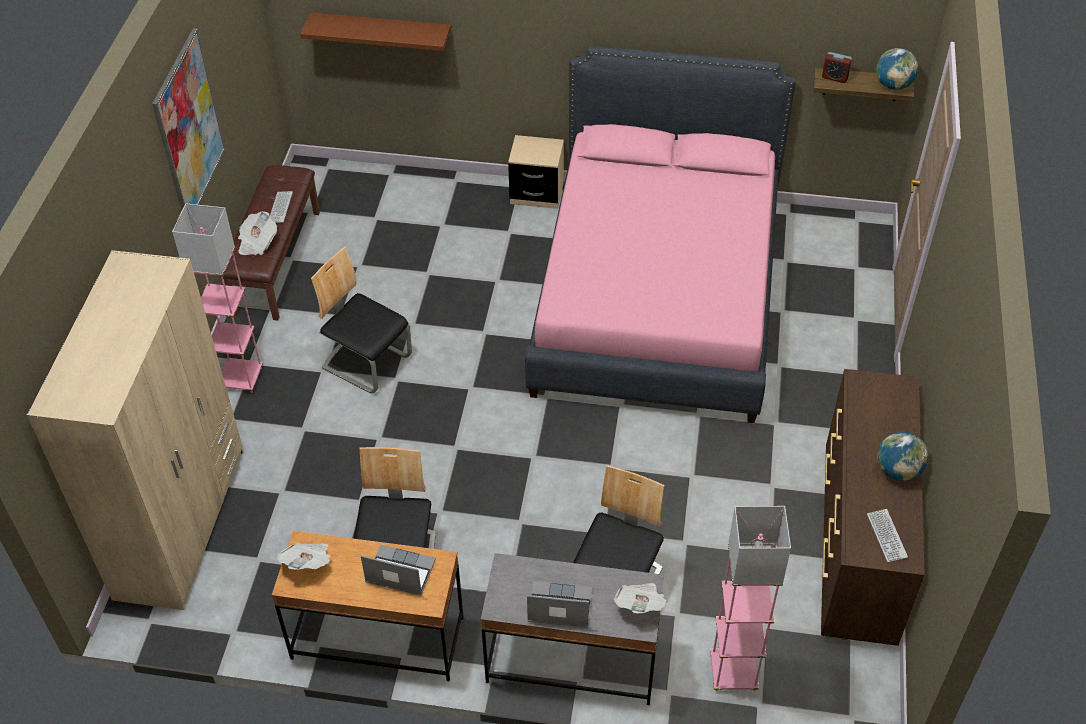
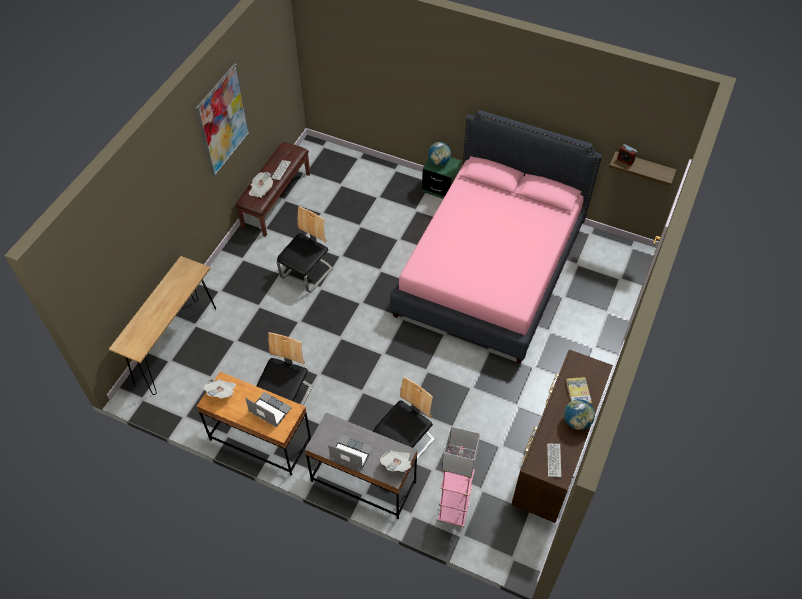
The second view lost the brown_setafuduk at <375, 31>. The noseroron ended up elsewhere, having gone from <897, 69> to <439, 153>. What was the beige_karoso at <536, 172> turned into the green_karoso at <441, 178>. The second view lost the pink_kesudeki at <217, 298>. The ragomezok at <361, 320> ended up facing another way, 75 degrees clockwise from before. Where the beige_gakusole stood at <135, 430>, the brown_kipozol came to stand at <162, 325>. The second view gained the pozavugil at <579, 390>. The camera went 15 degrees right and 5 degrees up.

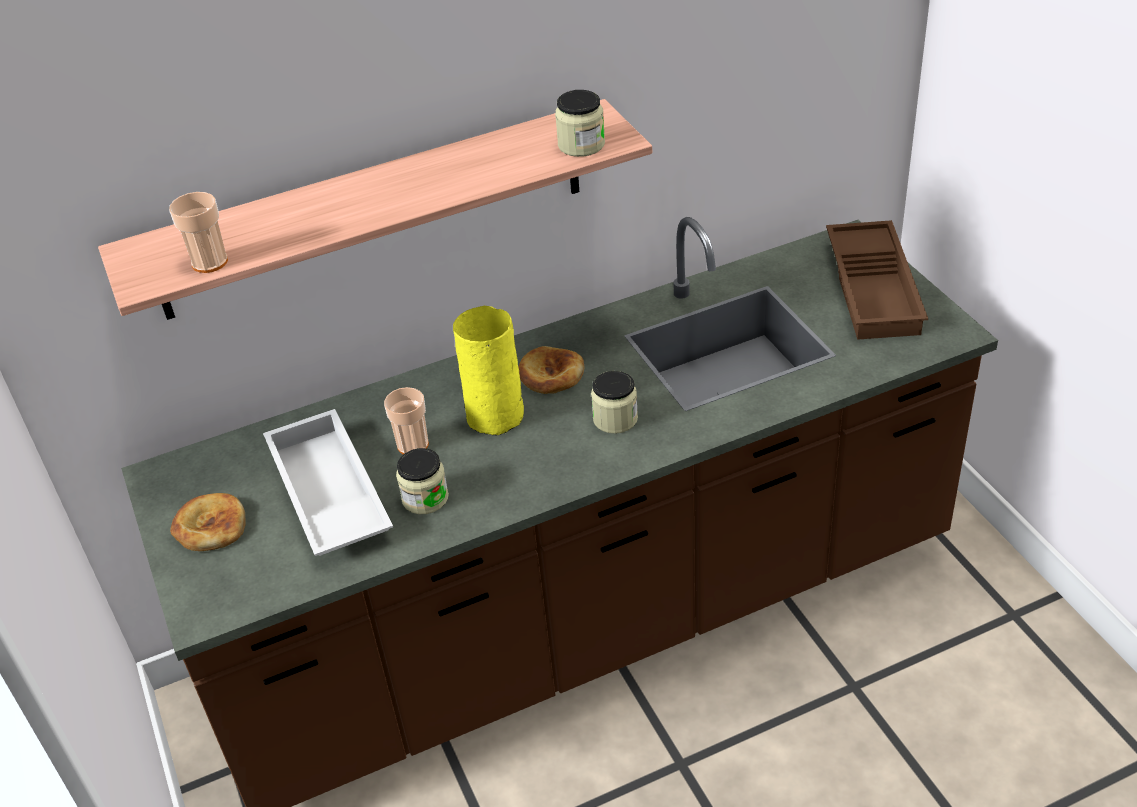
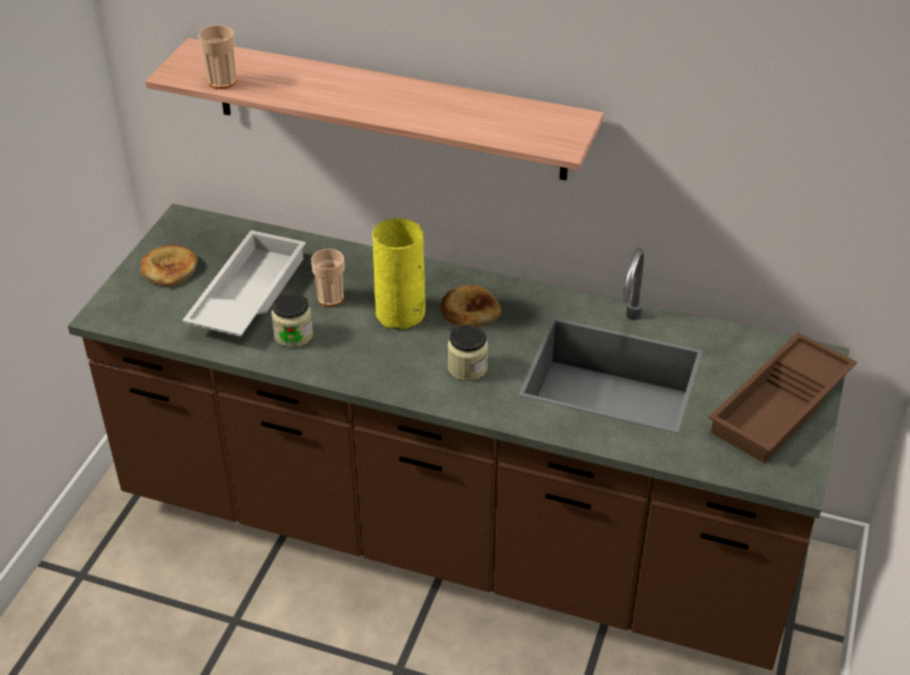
The second view lost the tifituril at <580, 123>. The camera went 40 degrees right and 0 degrees up.

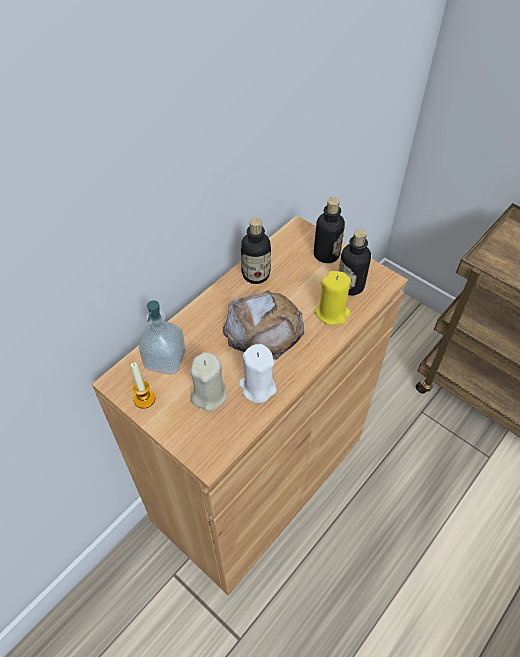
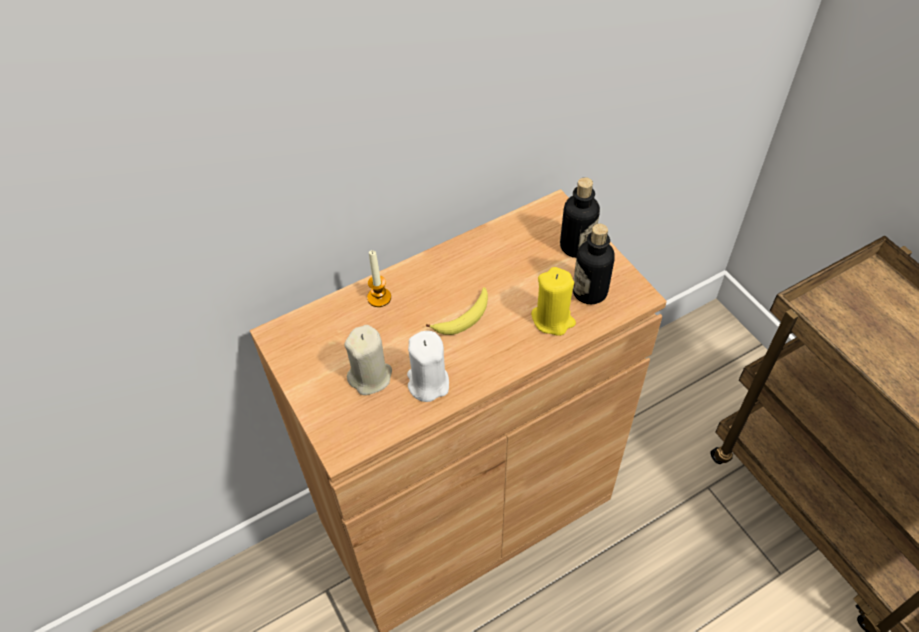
The second view lost the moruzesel at <256, 251>. Where the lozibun stood at <263, 325>, the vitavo came to stand at <457, 311>. The second view lost the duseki at <162, 337>. The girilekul ended up elsewhere, having gone from <143, 386> to <379, 278>. The camera went 20 degrees right and 0 degrees up.

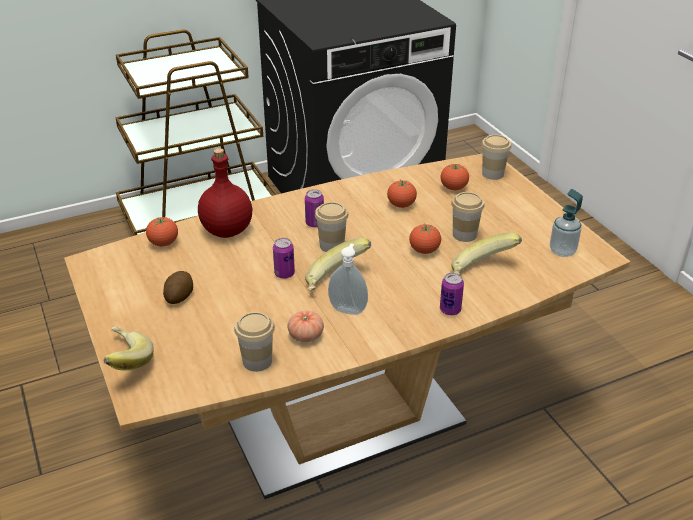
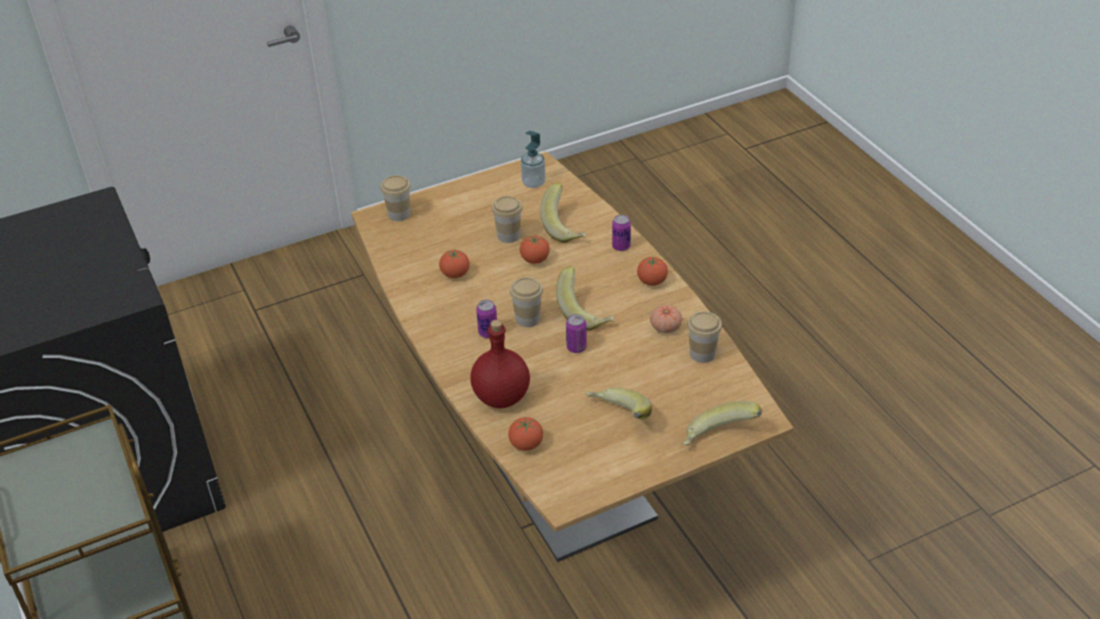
The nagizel ended up elsewhere, having gone from <455, 177> to <652, 271>. The second view lost the duseki at <348, 279>. Where the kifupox stood at <178, 287>, the vitavo came to stand at <619, 403>. The camera went 90 degrees left and 5 degrees up.

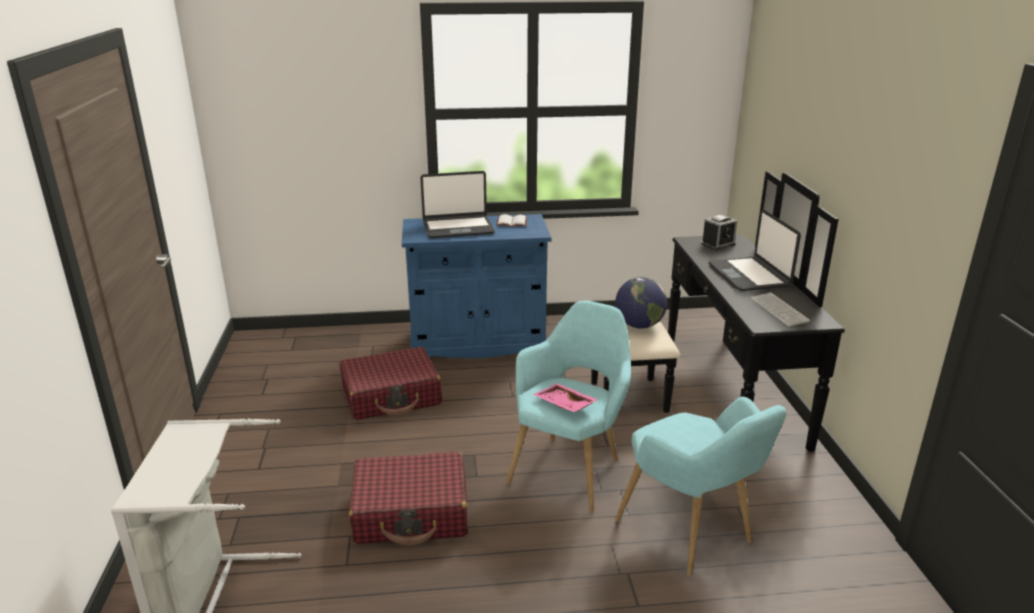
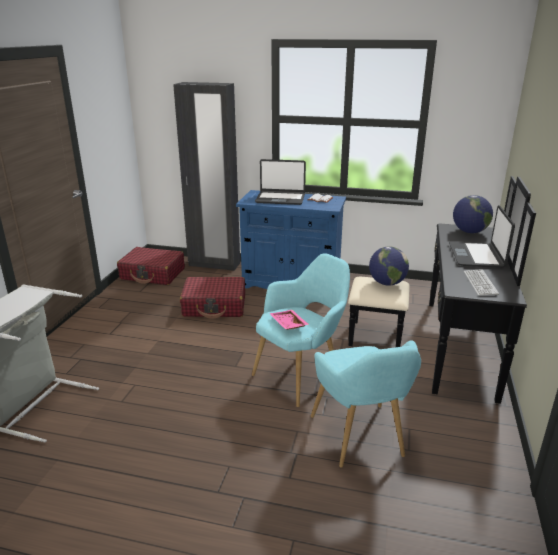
Where the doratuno stood at <719, 232>, the noseroron came to stand at <473, 214>. The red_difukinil ended up elsewhere, having gone from <408, 498> to <151, 266>. The second view gained the black_gakusole at <206, 176>. The camera went 20 degrees right and 0 degrees up.

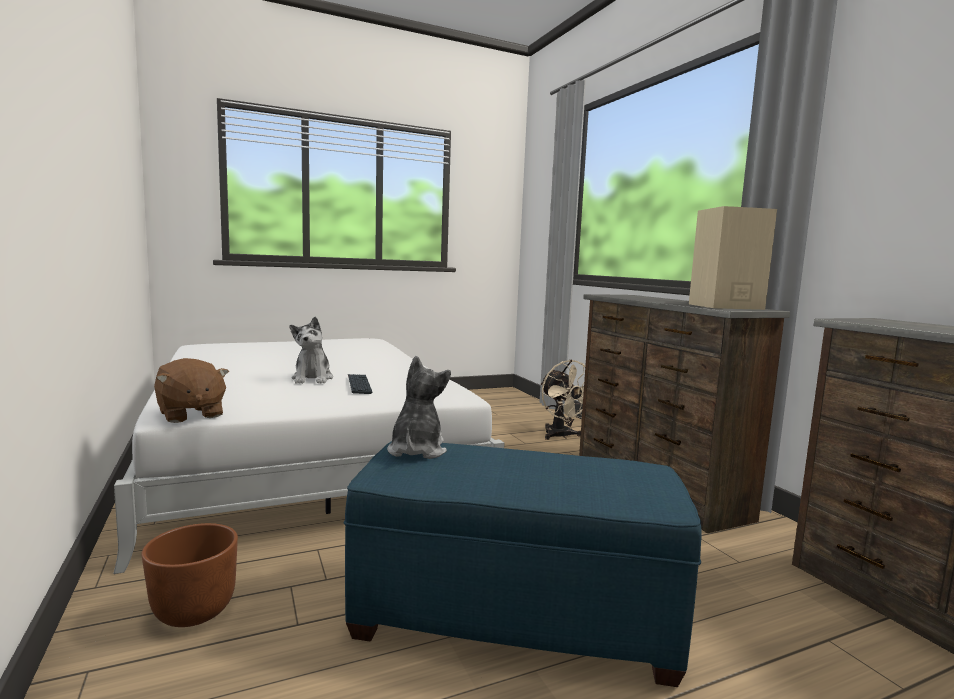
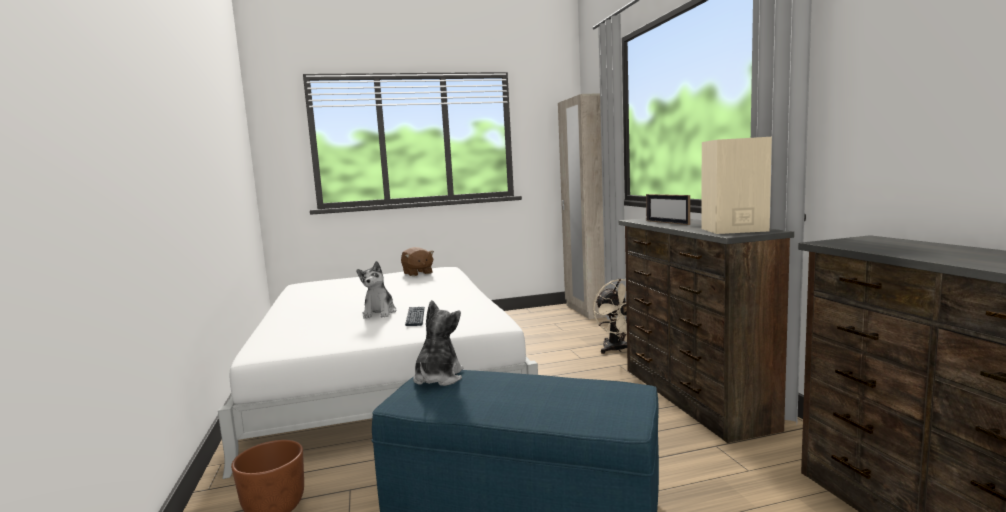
The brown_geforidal ended up elsewhere, having gone from <191, 390> to <417, 261>. The second view gained the beige_gakusole at <582, 206>. The second view gained the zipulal at <668, 209>. The camera went 10 degrees right and 0 degrees up.

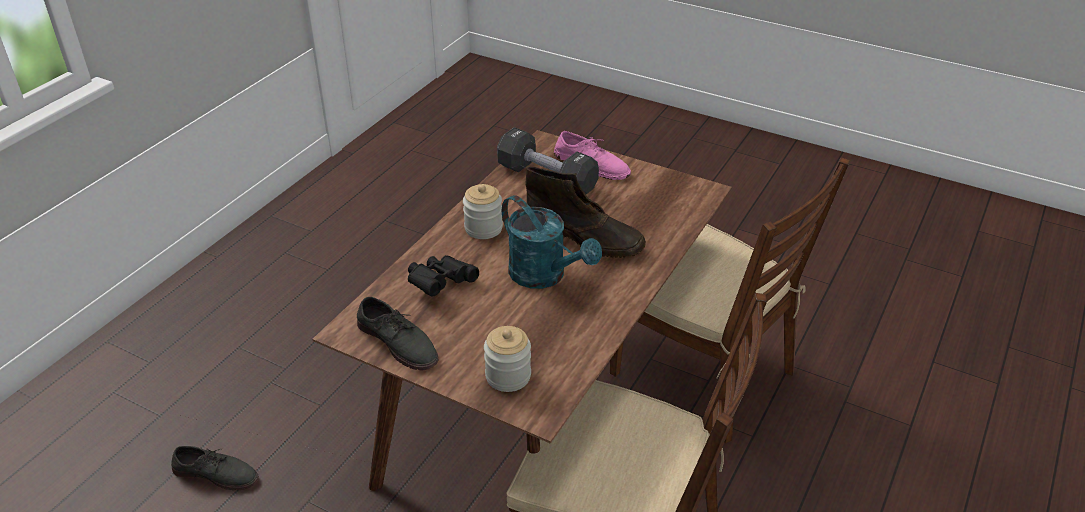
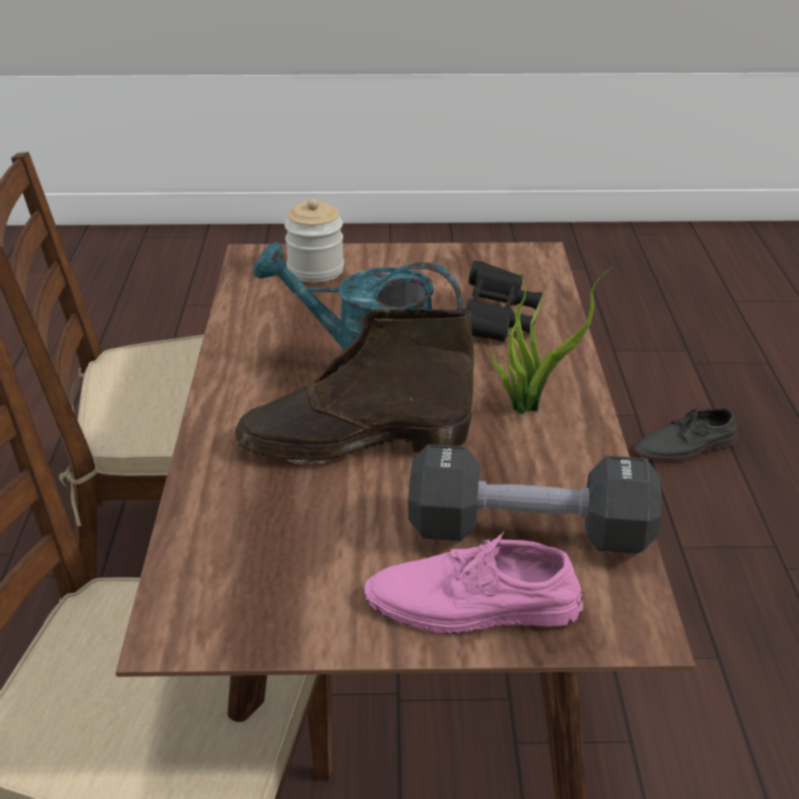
Where the tifituril stood at <483, 211>, the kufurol came to stand at <551, 340>. The second view lost the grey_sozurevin at <397, 333>. The camera went 150 degrees right and 5 degrees down.

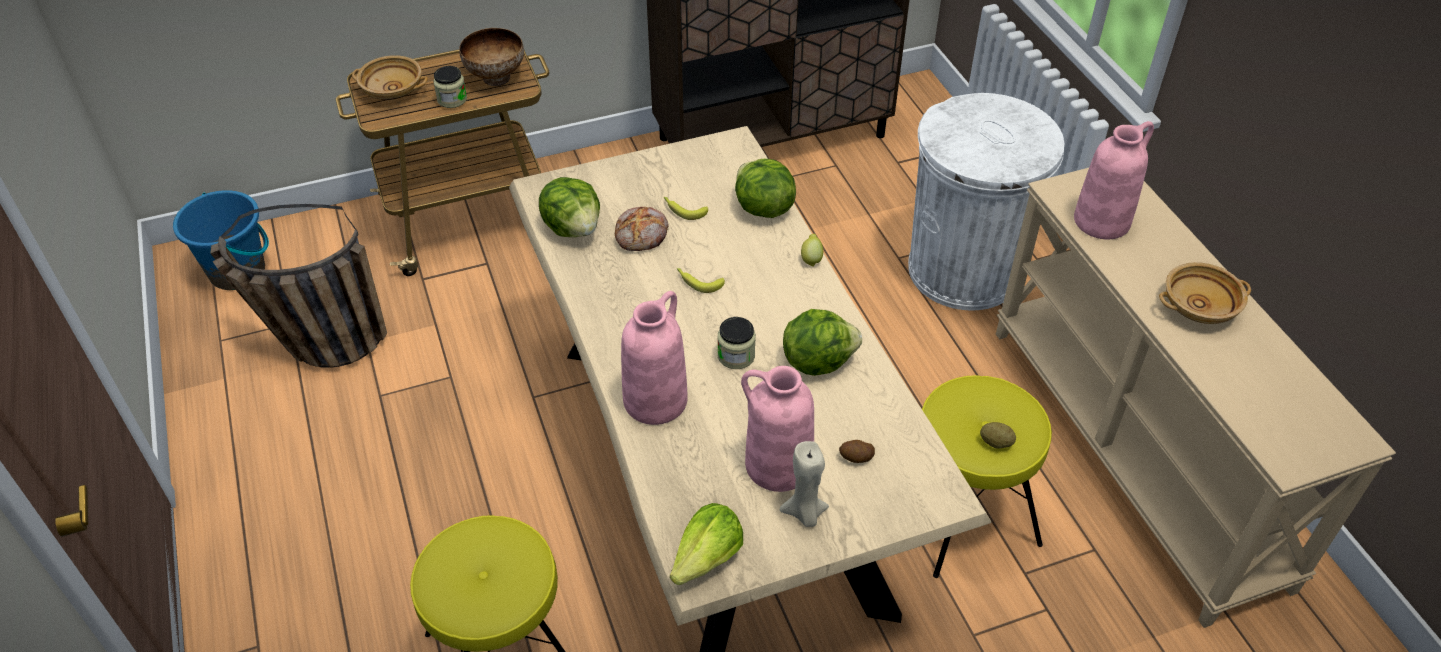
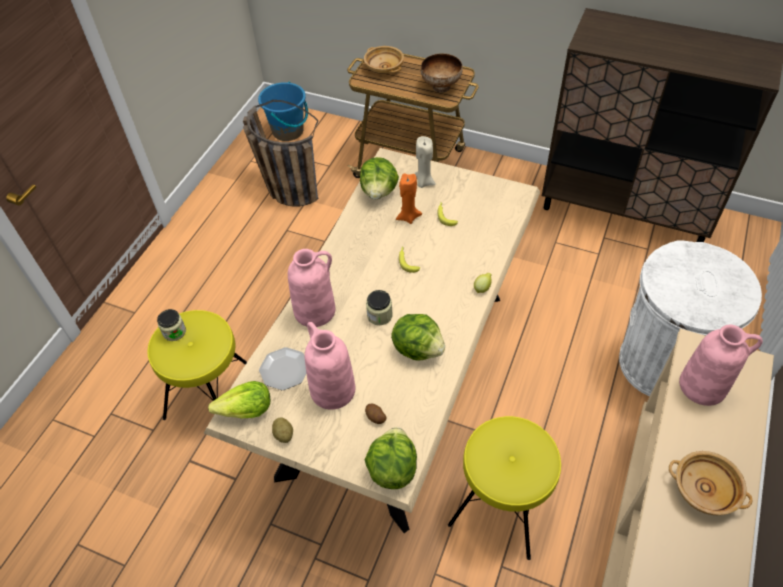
The tifituril ended up elsewhere, having gone from <450, 87> to <171, 325>. The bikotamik ended up elsewhere, having gone from <765, 188> to <391, 458>. Where the lozibun stood at <642, 229>, the orange_girilekul came to stand at <409, 198>. The kifupox ended up elsewhere, having gone from <998, 435> to <282, 430>. The beige_girilekul ended up elsewhere, having gone from <804, 484> to <425, 162>. The second view gained the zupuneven at <283, 368>. The camera went 45 degrees right and 5 degrees up.

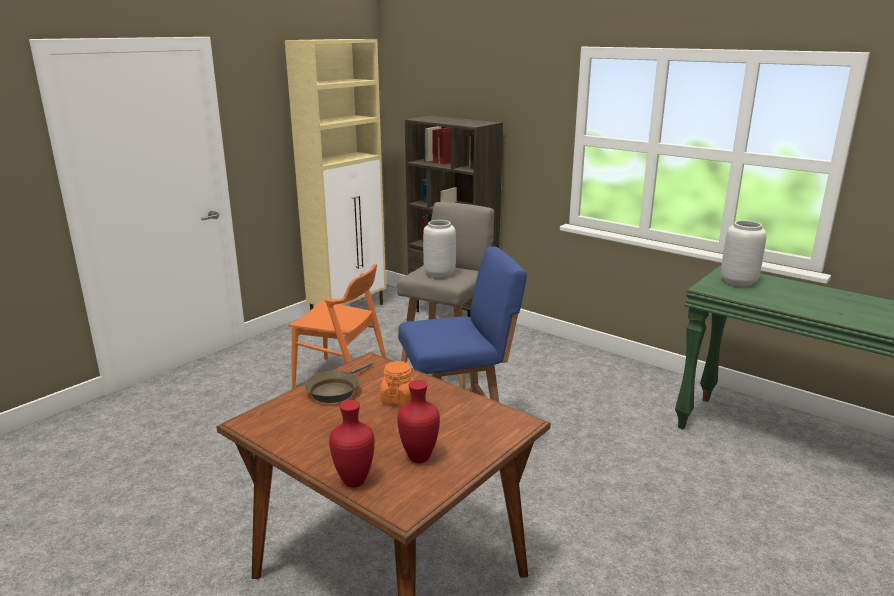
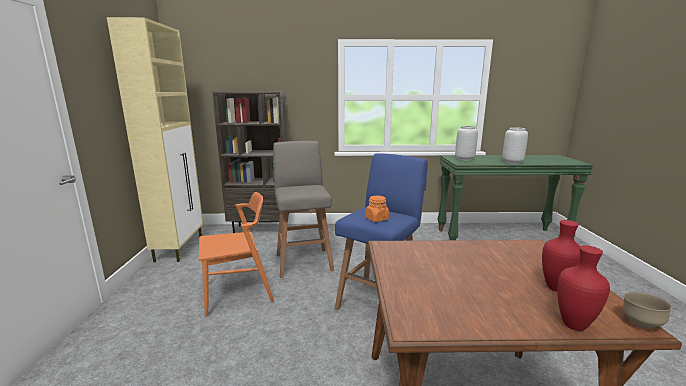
The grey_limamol ended up elsewhere, having gone from <439, 249> to <515, 145>. The orange_tifituril ended up elsewhere, having gone from <397, 383> to <377, 209>. The second view lost the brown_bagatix at <339, 382>. The second view gained the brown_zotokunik at <647, 310>. The camera went 40 degrees left and 5 degrees down.

